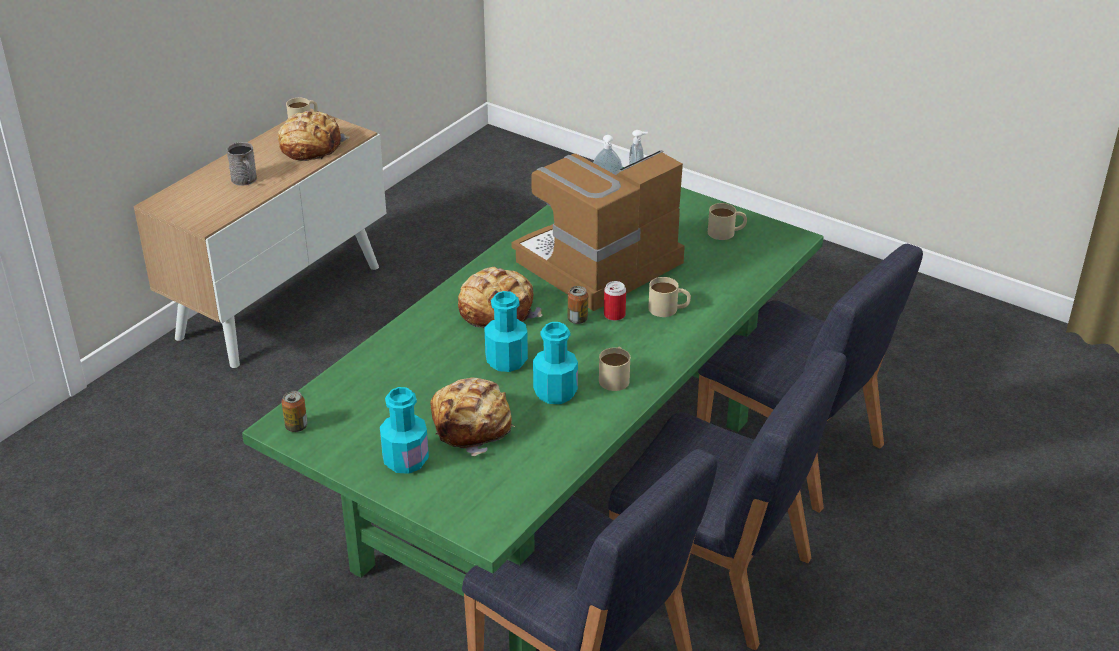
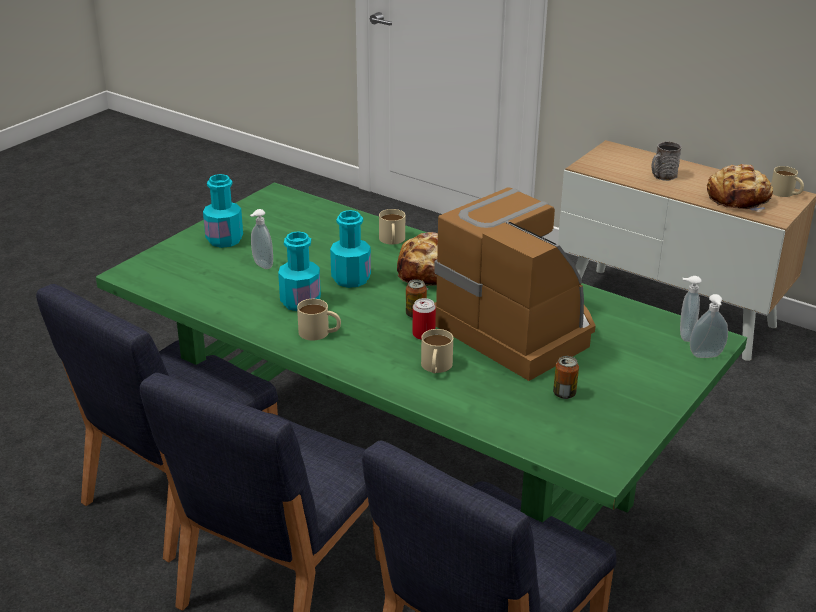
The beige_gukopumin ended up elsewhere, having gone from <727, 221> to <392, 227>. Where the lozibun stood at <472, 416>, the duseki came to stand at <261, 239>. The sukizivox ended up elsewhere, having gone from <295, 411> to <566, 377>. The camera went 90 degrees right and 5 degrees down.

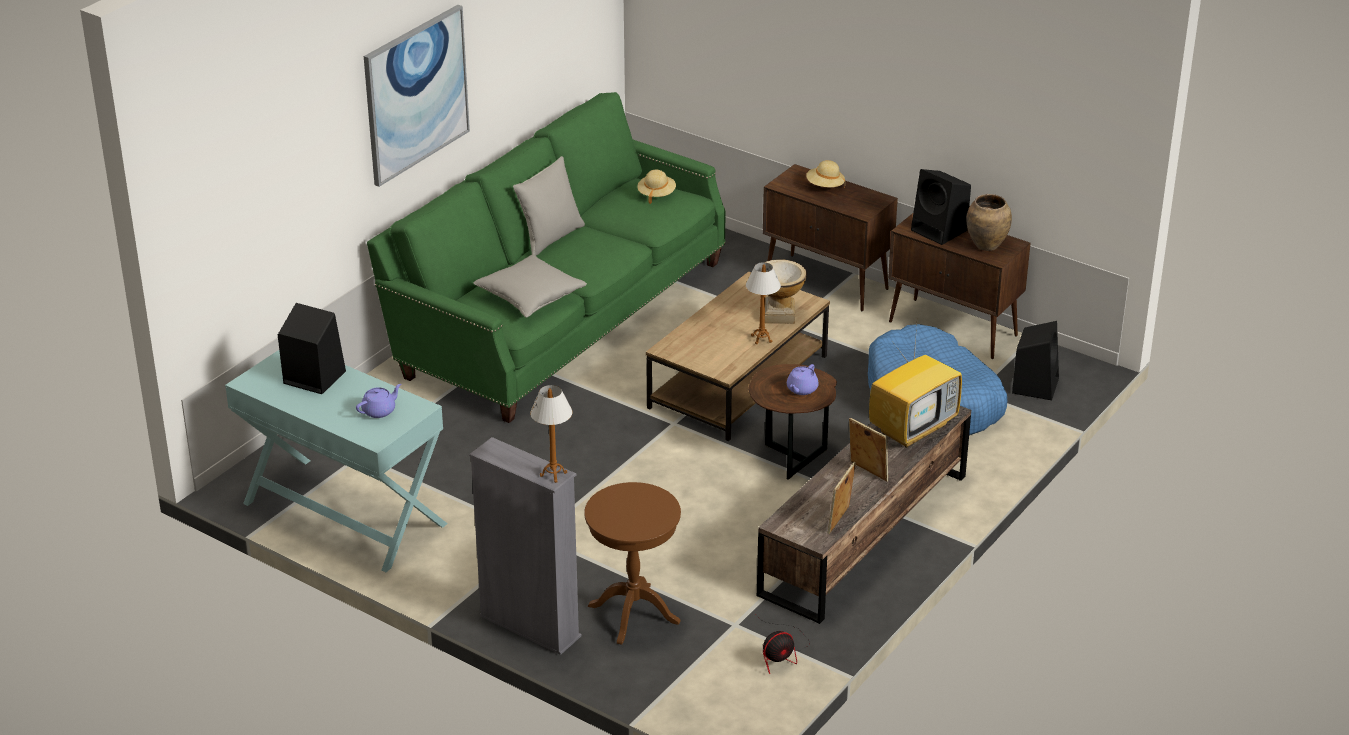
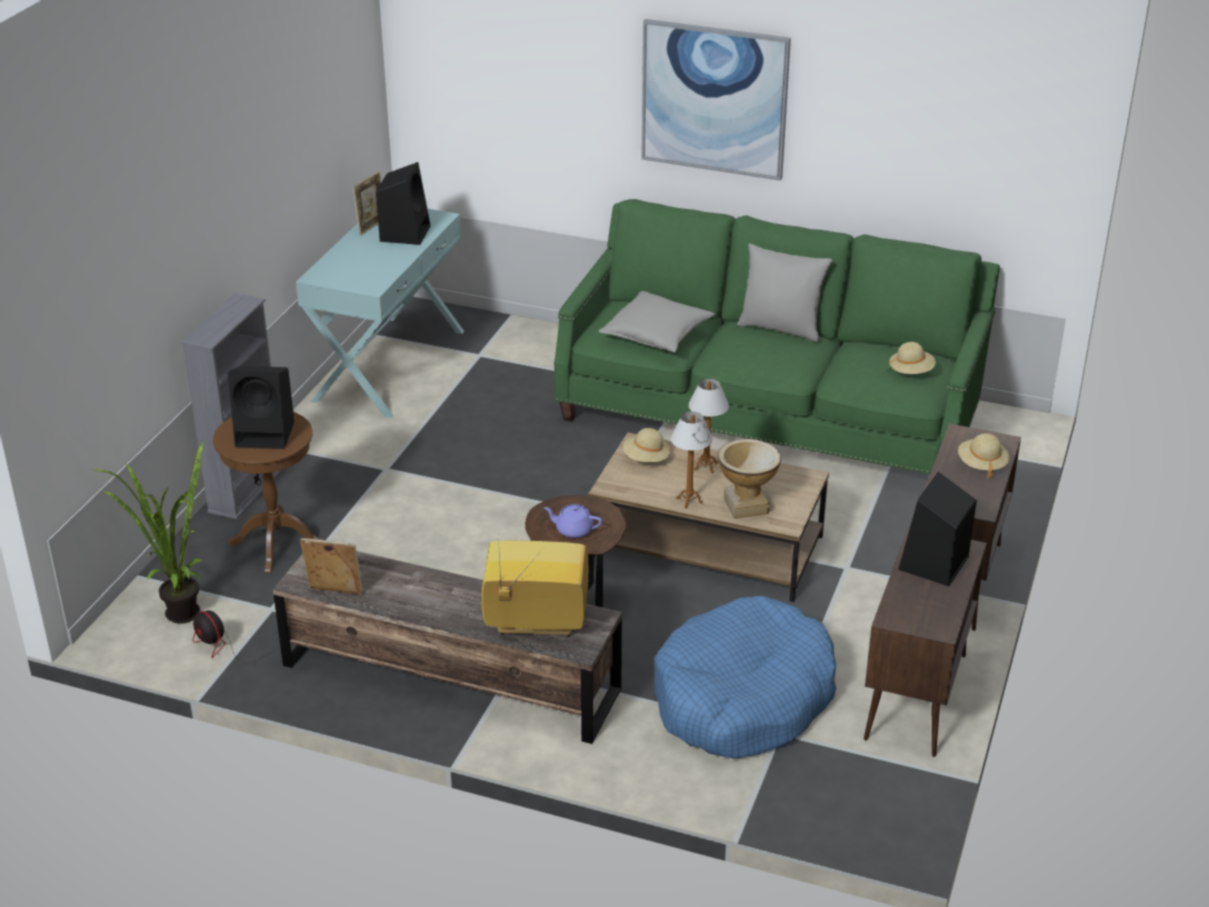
The second view lost the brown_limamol at <989, 222>. The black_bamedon ended up elsewhere, having gone from <1035, 360> to <261, 407>. The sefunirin at <915, 387> ended up facing another way, 150 degrees clockwise from before. The second view lost the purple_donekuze at <378, 401>. The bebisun ended up elsewhere, having gone from <551, 434> to <708, 426>. The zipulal ended up elsewhere, having gone from <868, 450> to <367, 203>. The second view gained the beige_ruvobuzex at <646, 445>. The second view gained the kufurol at <146, 532>. The camera went 75 degrees right and 0 degrees up.

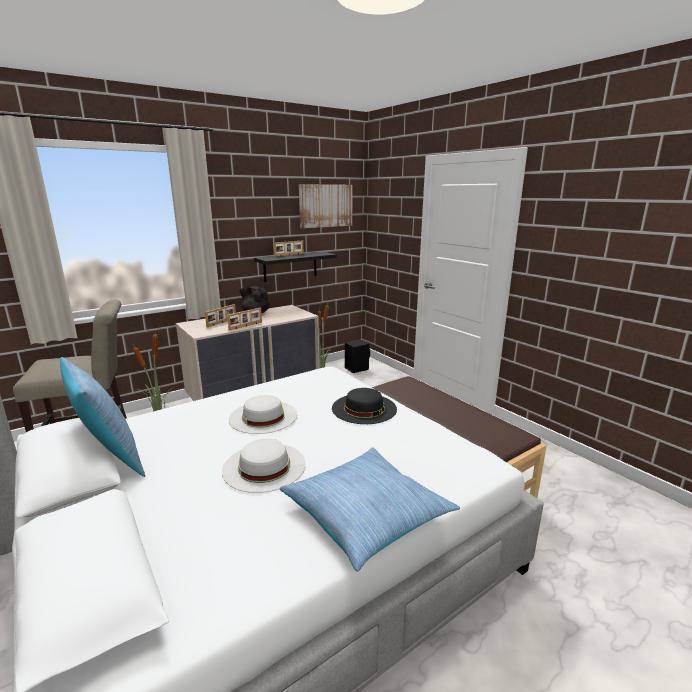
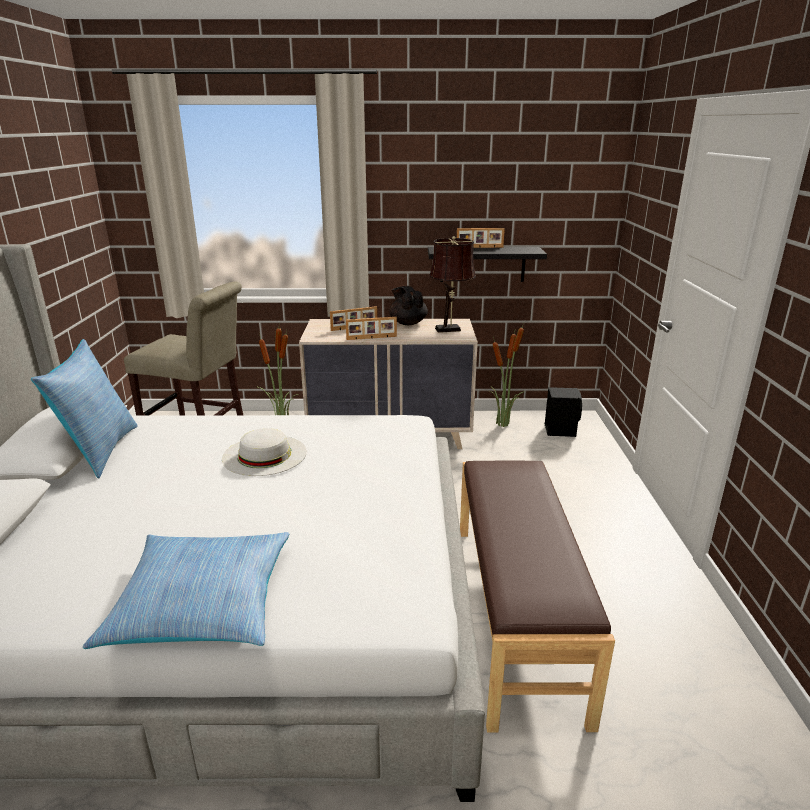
The second view lost the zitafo at <325, 206>. The second view lost the black_ruvobuzex at <364, 406>. The second view lost the white_ruvobuzex at <264, 466>. The second view gained the brown_bebisun at <453, 284>. The camera went 35 degrees right and 5 degrees up.

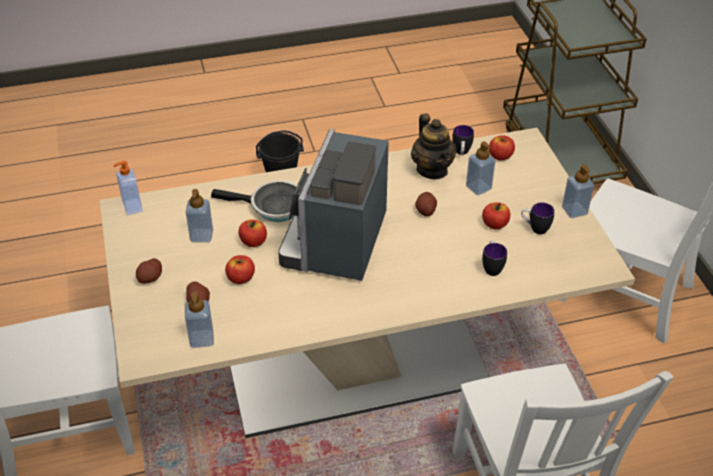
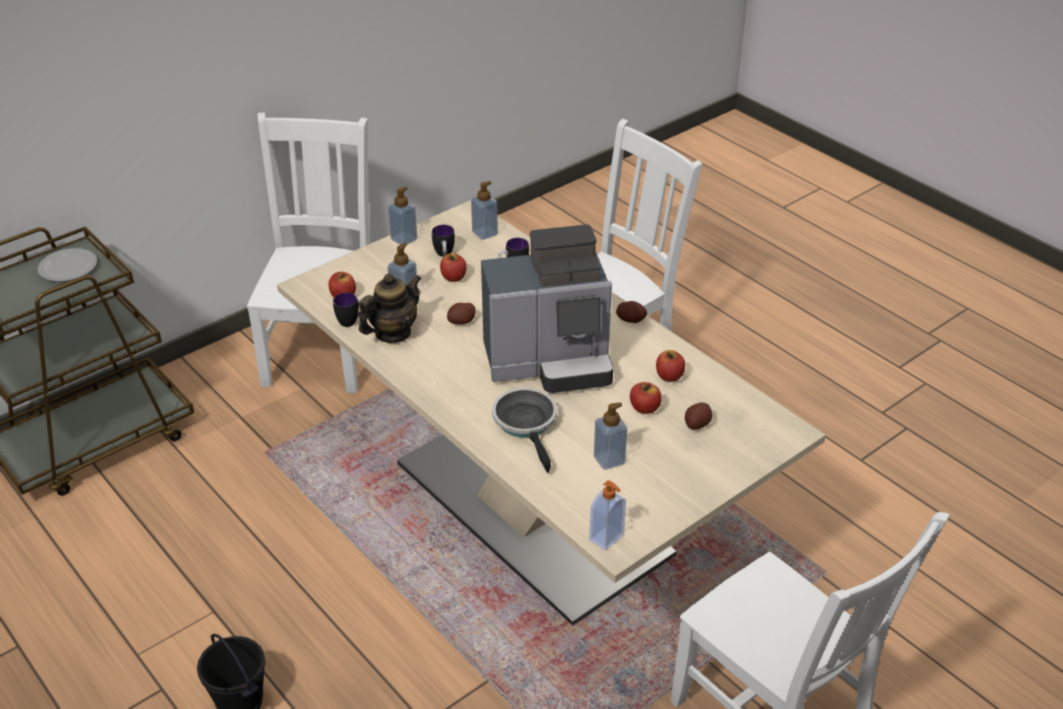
The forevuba ended up elsewhere, having gone from <252, 233> to <670, 366>. The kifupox ended up elsewhere, having gone from <149, 271> to <631, 312>. The duseki ended up elsewhere, having gone from <199, 320> to <484, 210>. The second view gained the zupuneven at <67, 265>. The camera went 115 degrees left and 5 degrees down.

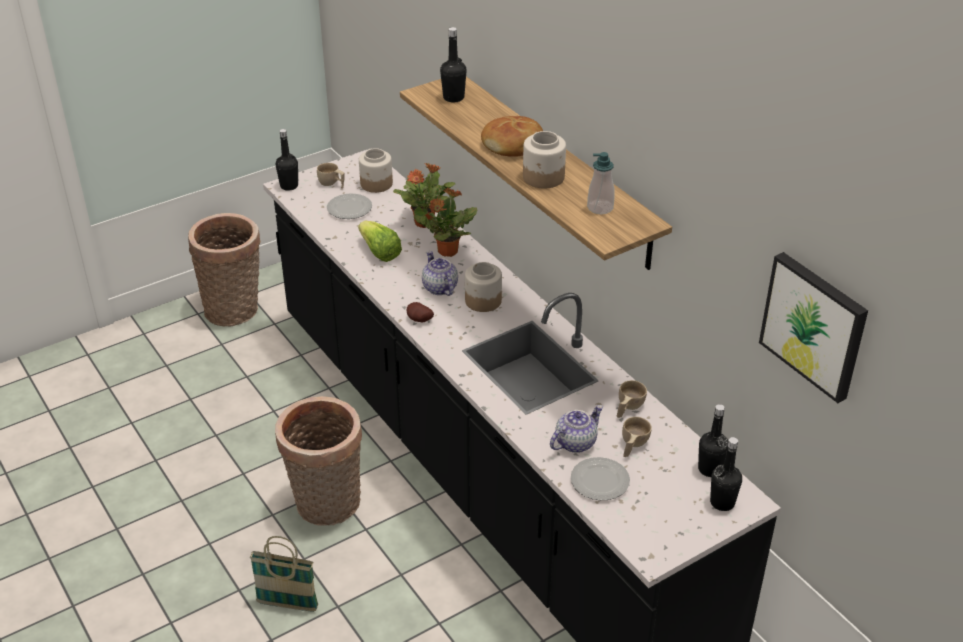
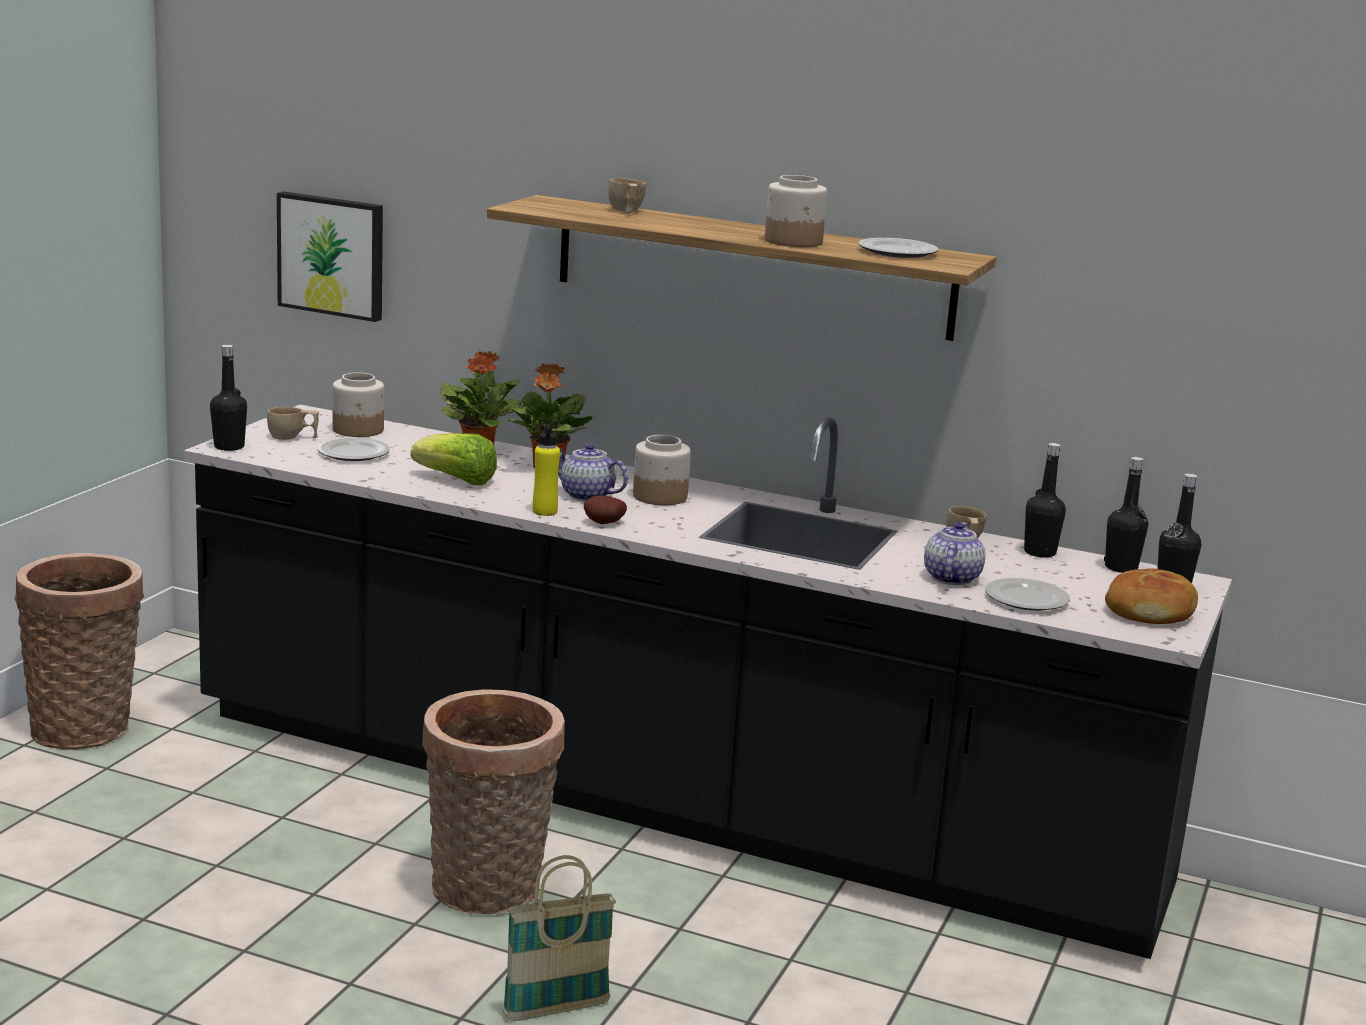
The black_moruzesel ended up elsewhere, having gone from <453, 65> to <1045, 500>. The lozibun ended up elsewhere, having gone from <512, 136> to <1151, 596>. Where the duseki stood at <600, 183>, the zupuneven came to stand at <898, 248>. The zitafo ended up elsewhere, having gone from <813, 327> to <330, 257>. The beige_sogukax ended up elsewhere, having gone from <637, 437> to <627, 196>. The second view gained the yellow_moruzesel at <546, 468>. The camera went 35 degrees left and 20 degrees down.

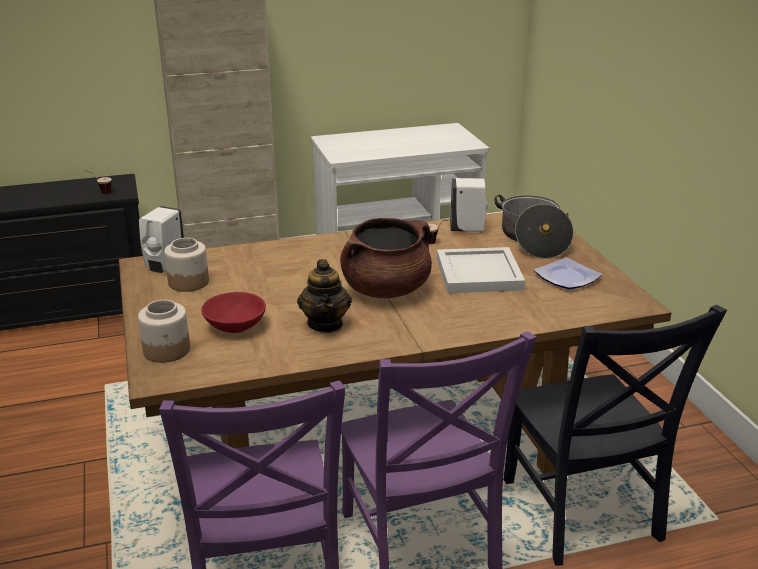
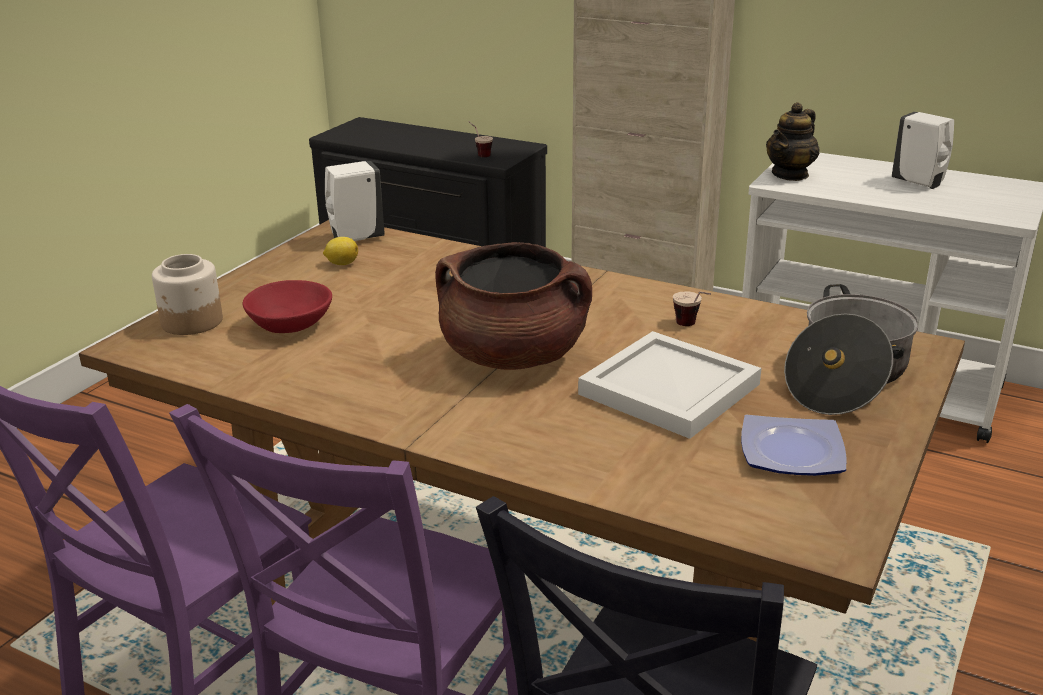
The white_duseki ended up elsewhere, having gone from <469, 205> to <923, 150>. Where the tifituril stood at <186, 265>, the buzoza came to stand at <340, 251>. The donekuze ended up elsewhere, having gone from <324, 296> to <792, 141>. The camera went 45 degrees right and 0 degrees up.

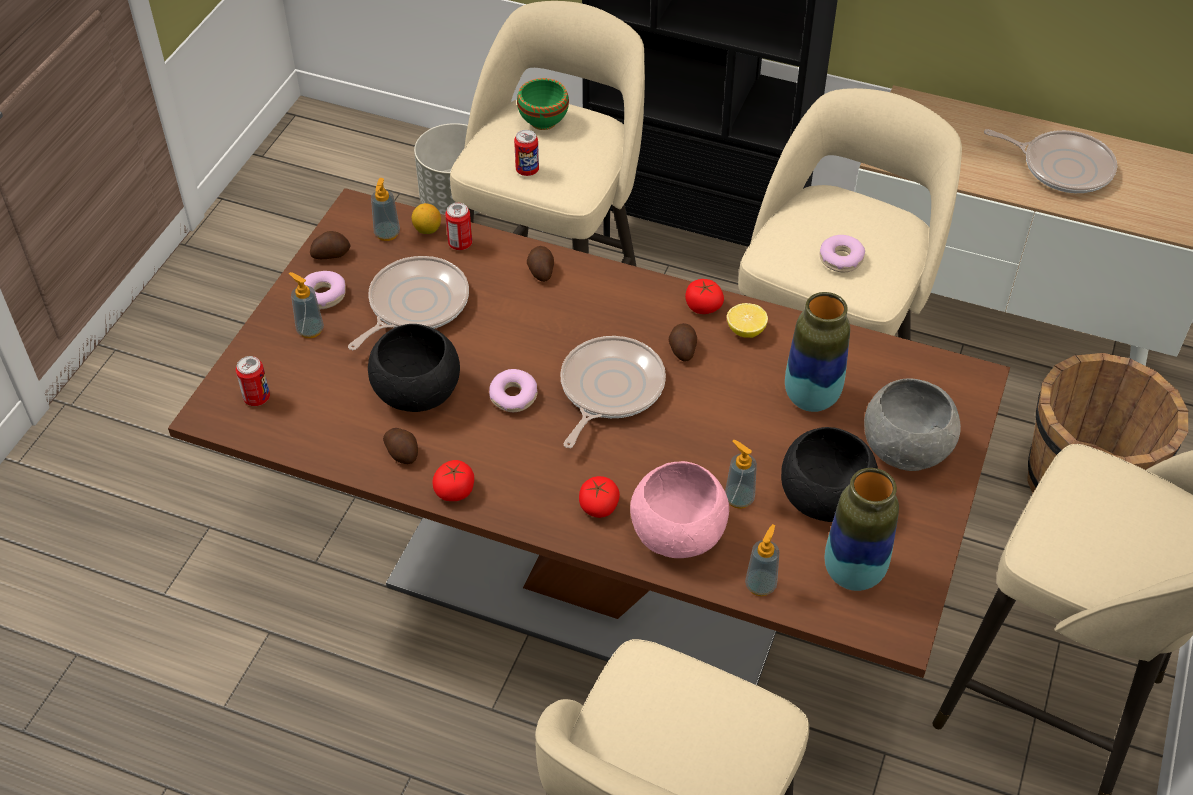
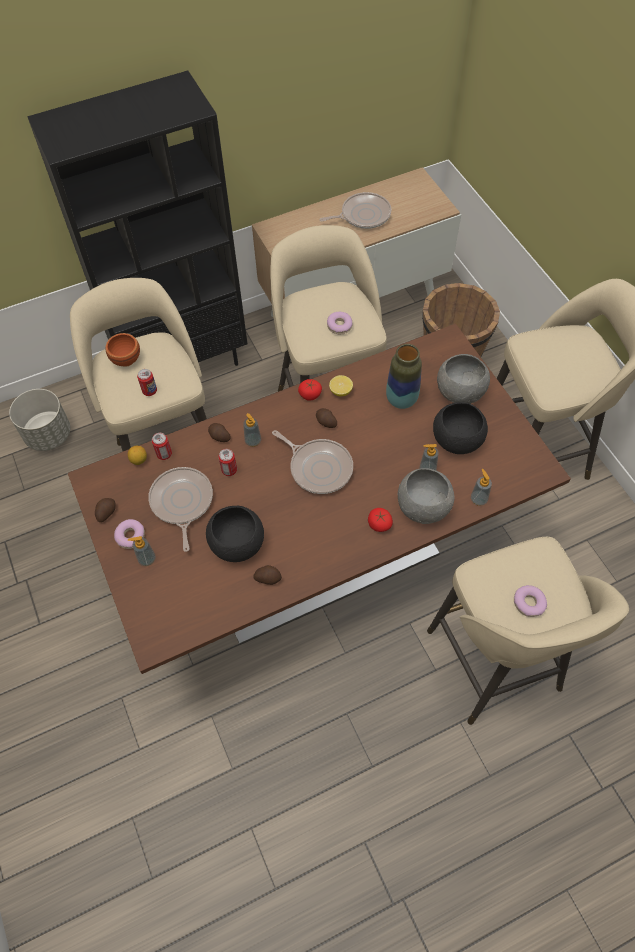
What was the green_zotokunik at <543, 104> turned into the brown_zotokunik at <123, 350>. The duseki ended up elsewhere, having gone from <385, 209> to <252, 430>. The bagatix at <613, 392> ended up facing another way, 150 degrees clockwise from before. The sukizivox ended up elsewhere, having gone from <253, 381> to <228, 462>. The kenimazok ended up elsewhere, having gone from <513, 390> to <530, 601>. The second view lost the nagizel at <453, 480>. What was the pink_zotokunik at <679, 509> turned into the grey_zotokunik at <426, 496>. The second view lost the limamol at <862, 529>. The camera went 45 degrees left and 10 degrees up.

